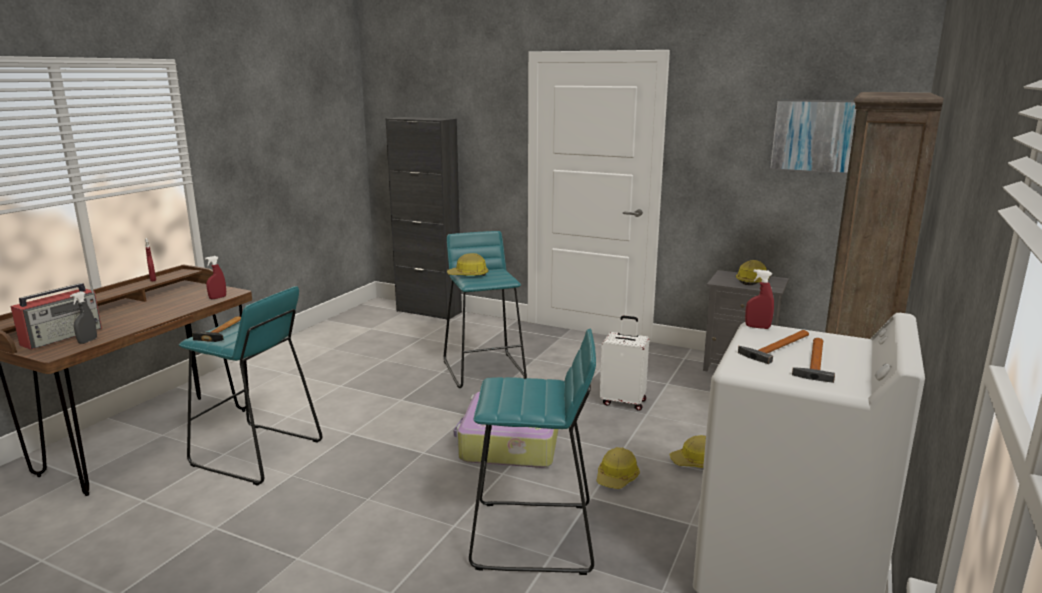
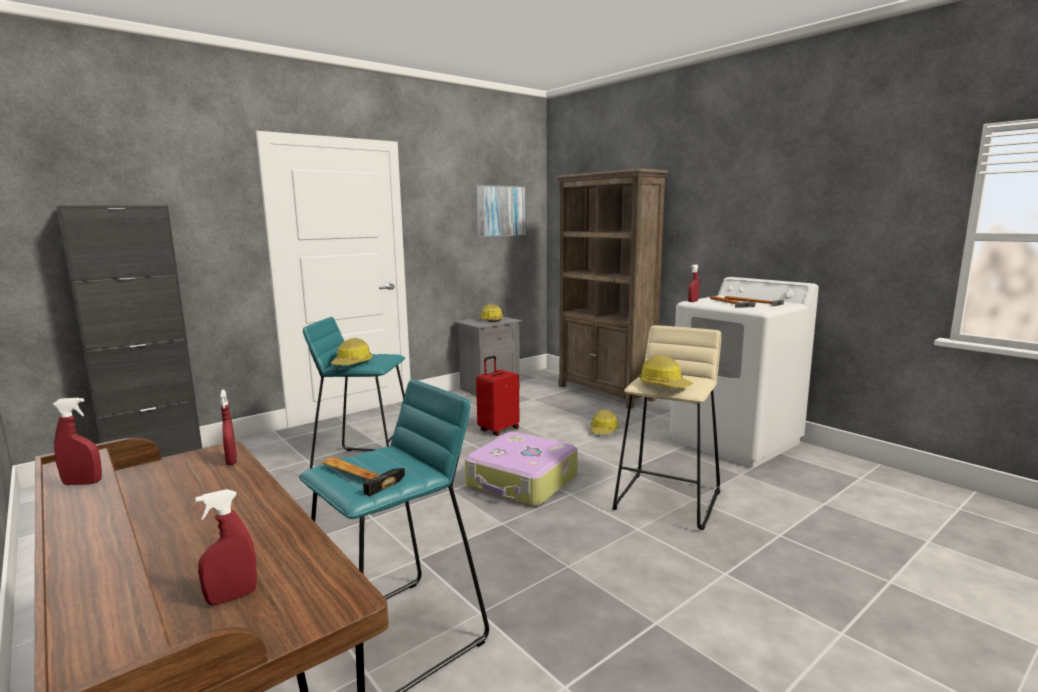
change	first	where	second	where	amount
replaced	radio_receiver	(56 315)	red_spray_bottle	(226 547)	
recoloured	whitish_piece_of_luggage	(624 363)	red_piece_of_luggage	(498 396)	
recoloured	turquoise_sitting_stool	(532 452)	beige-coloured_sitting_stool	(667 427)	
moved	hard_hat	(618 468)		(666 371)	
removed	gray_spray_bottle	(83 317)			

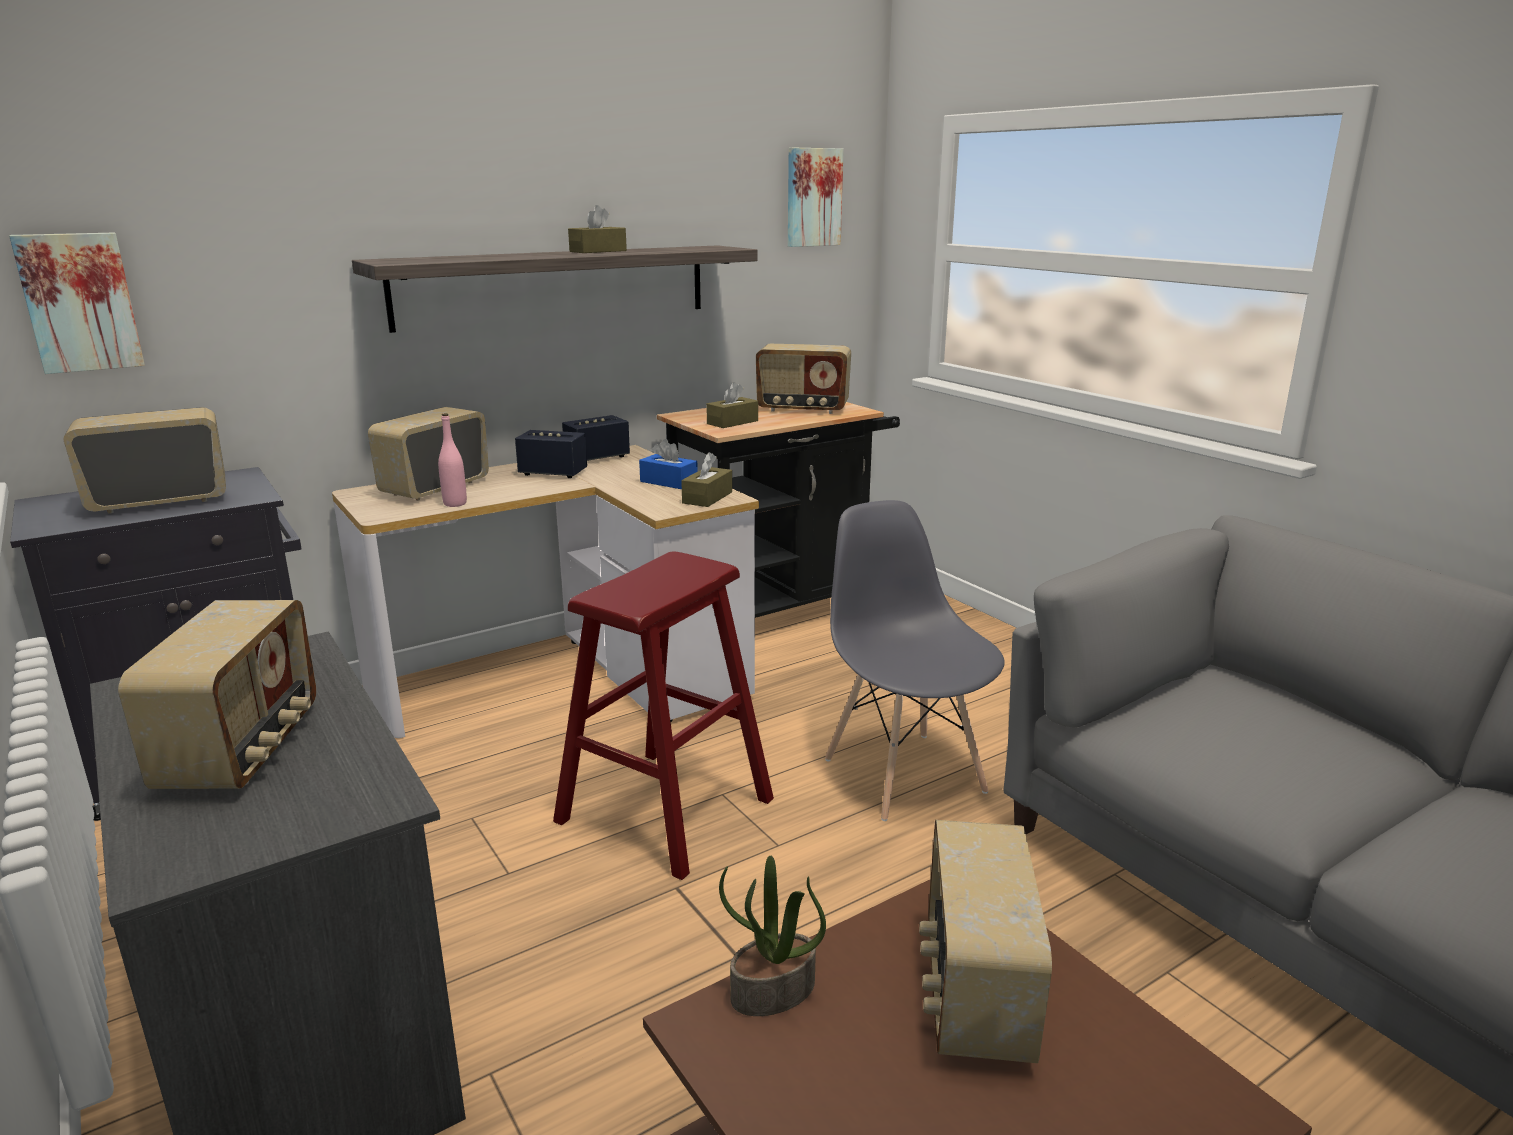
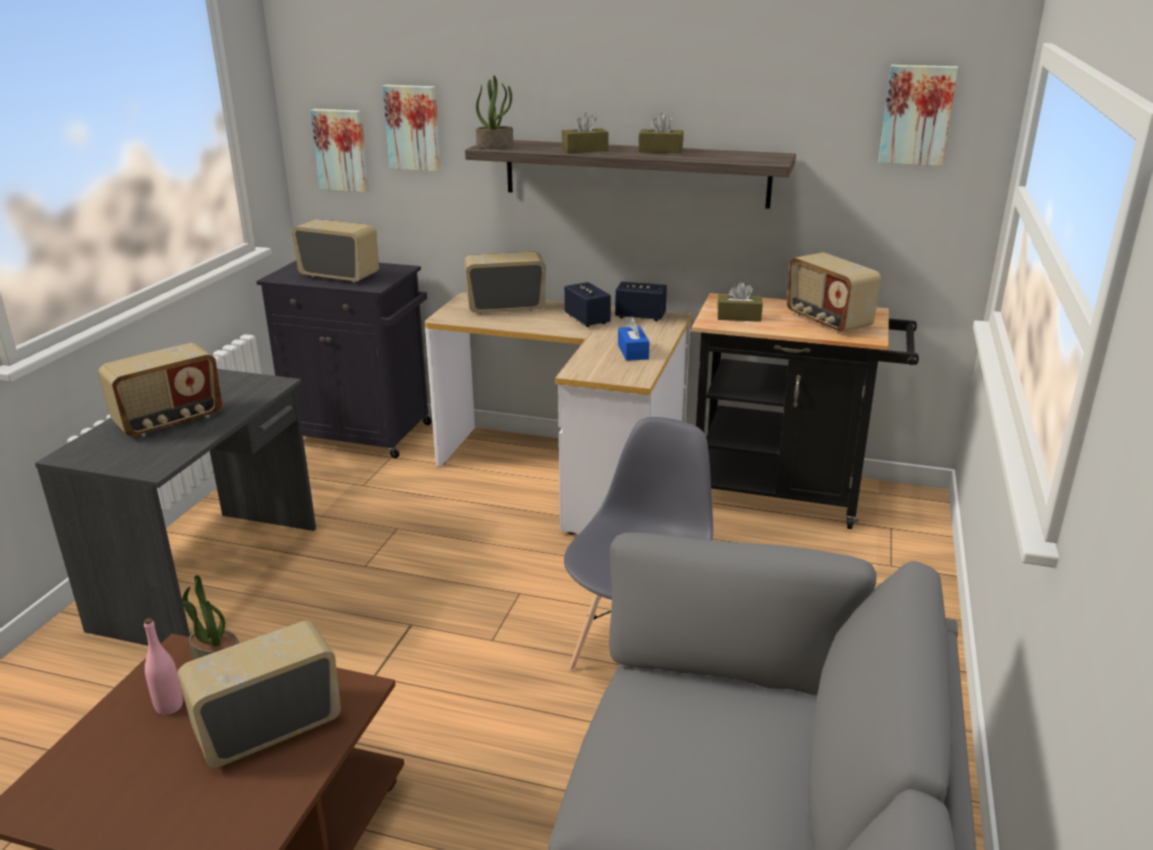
change	first	where	second	where	amount
moved	pink-coloured_drink_bottle	(452 460)		(163 666)	
added			wall_art	(411 128)	
added			plant_in_a_pot	(494 112)	
moved	brown_tissue_holder	(706 479)		(585 132)	
removed	red_sitting_stool	(663 716)			

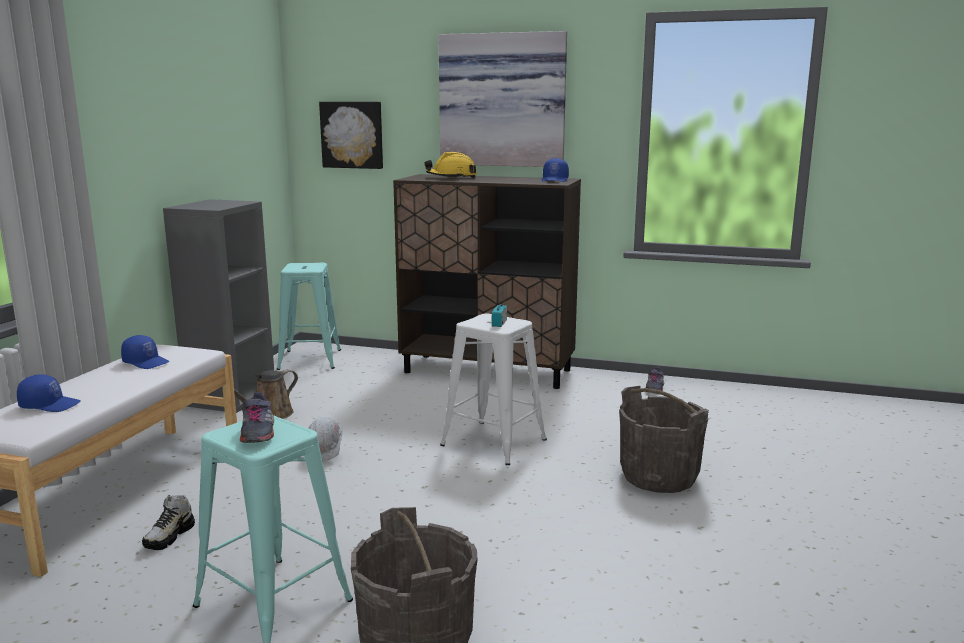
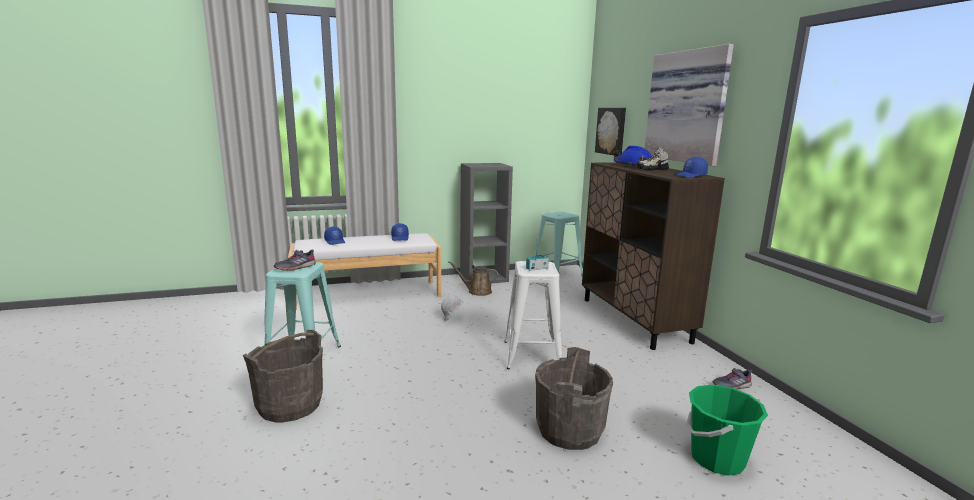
change	first	where	second	where	amount
recoloured	yellow_hard_hat	(451 165)	blue_hard_hat	(632 156)	
moved	item_of_footwear	(168 522)		(653 159)	
added			greenish_bucket	(727 430)	

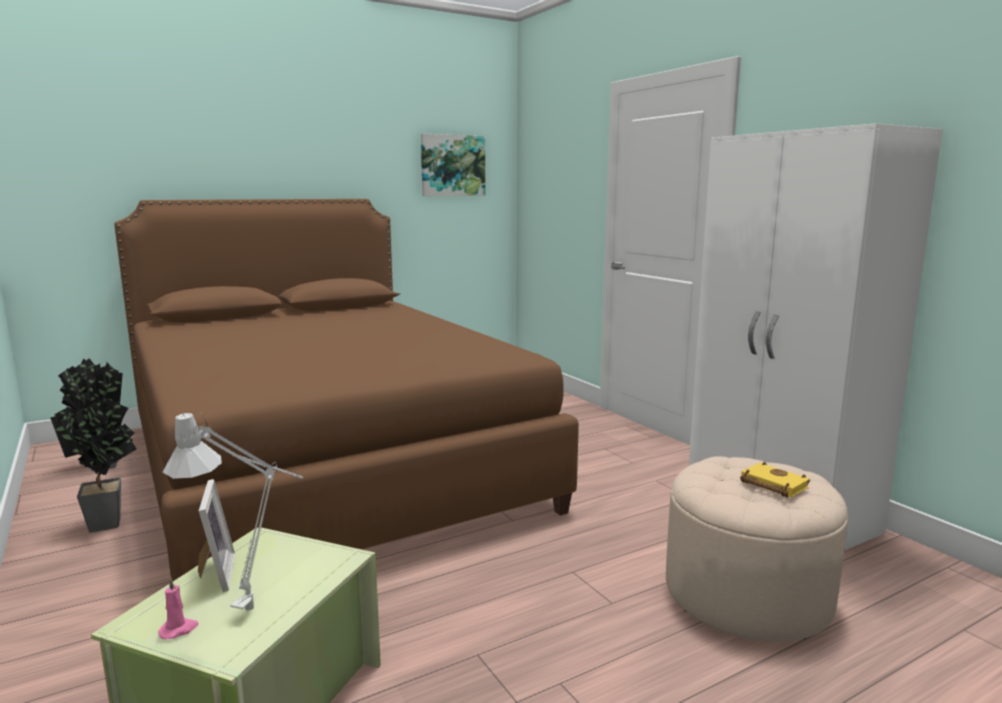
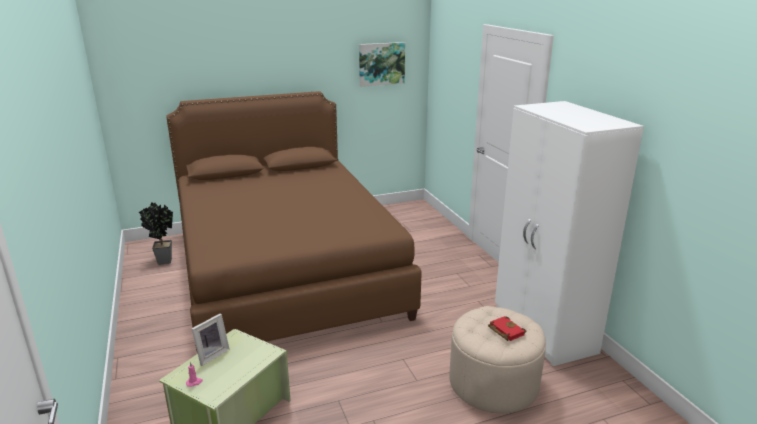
change	first	where	second	where	amount
turned	picture_frame	(216 535)		(211 339)	45 degrees clockwise
recoloured	yellow_volume	(775 480)	red_volume	(507 328)	
removed	plant_in_a_pot	(93 465)			
removed	gray_table_lamp	(233 512)			

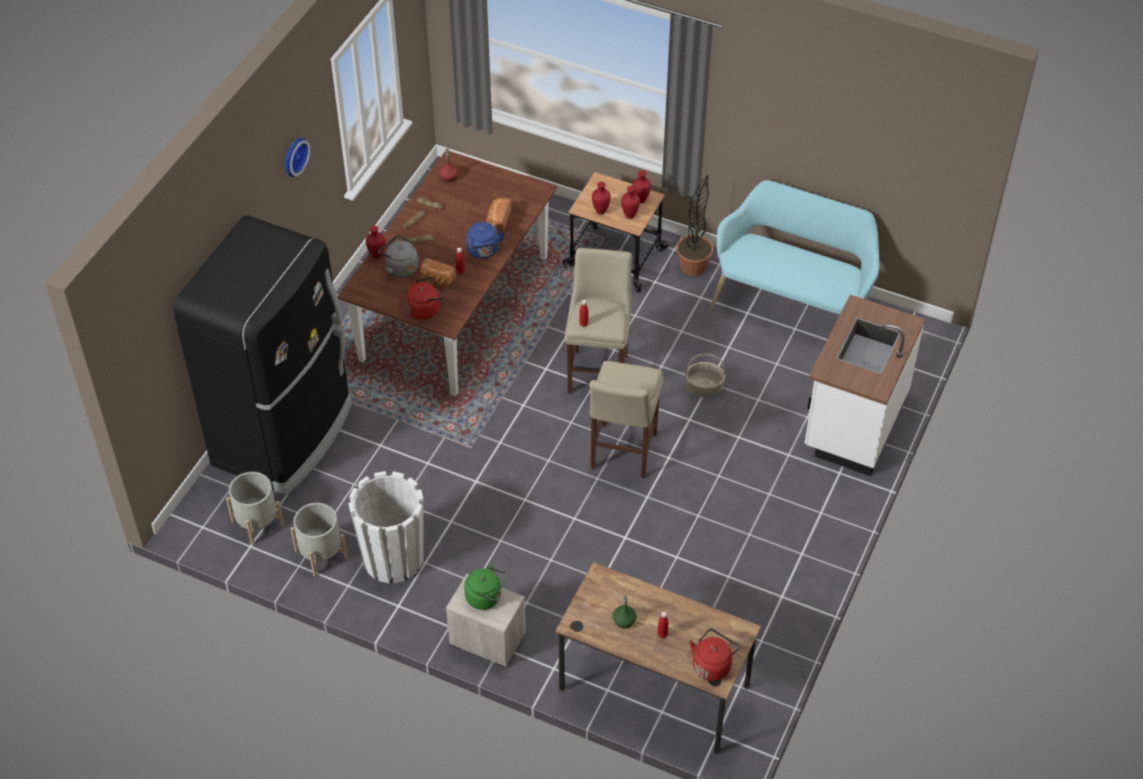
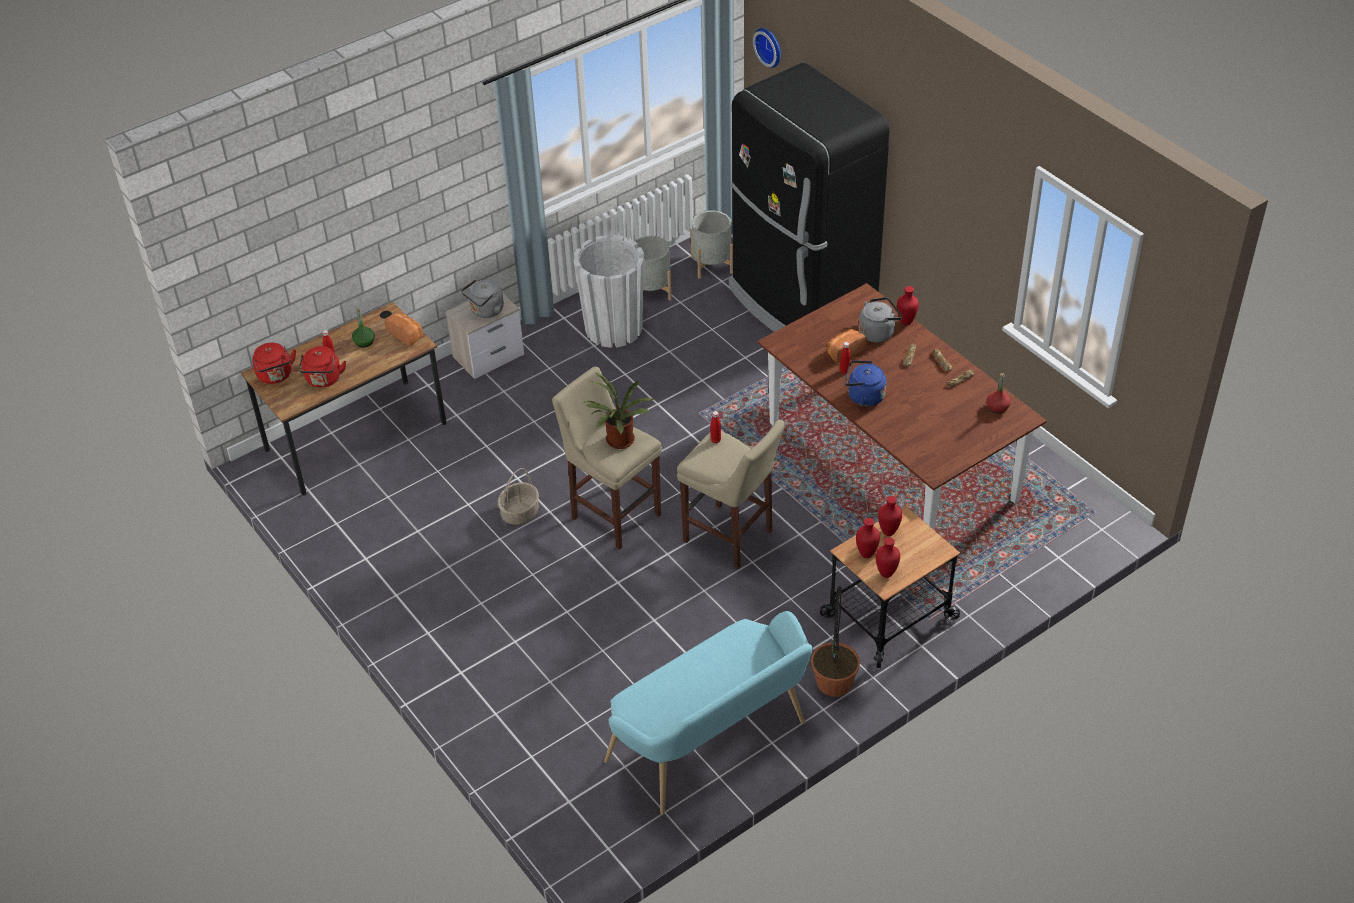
change	first	where	second	where	amount
moved	red_water_kettle	(425 298)		(322 367)	
moved	bakery_bread	(499 214)		(403 329)	
recoloured	greenish_water_kettle	(485 587)	gray_water_kettle	(482 299)	
moved	household_basket	(705 375)		(518 496)	
added			plant_in_a_pot	(618 411)	
moved	hanging_clock	(297 157)		(767 48)	
removed	whitish_kitchen_counter	(865 385)			

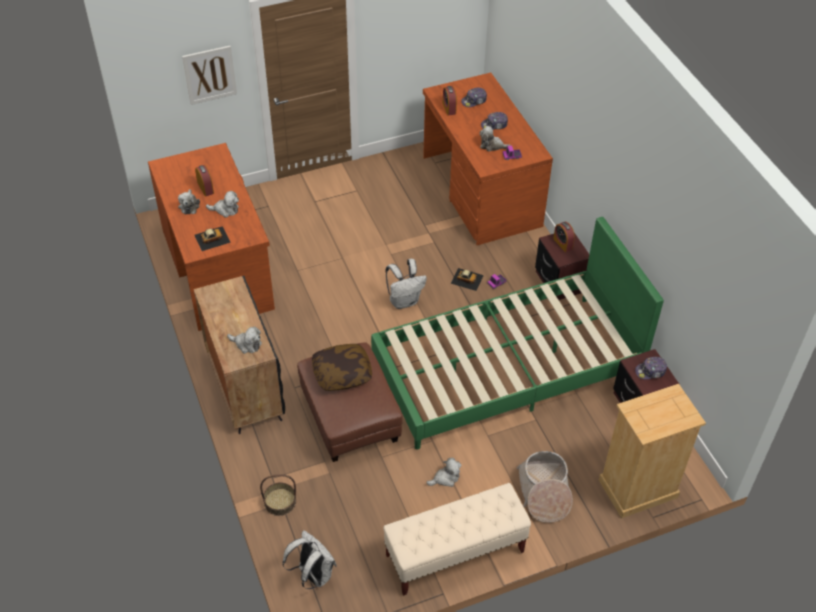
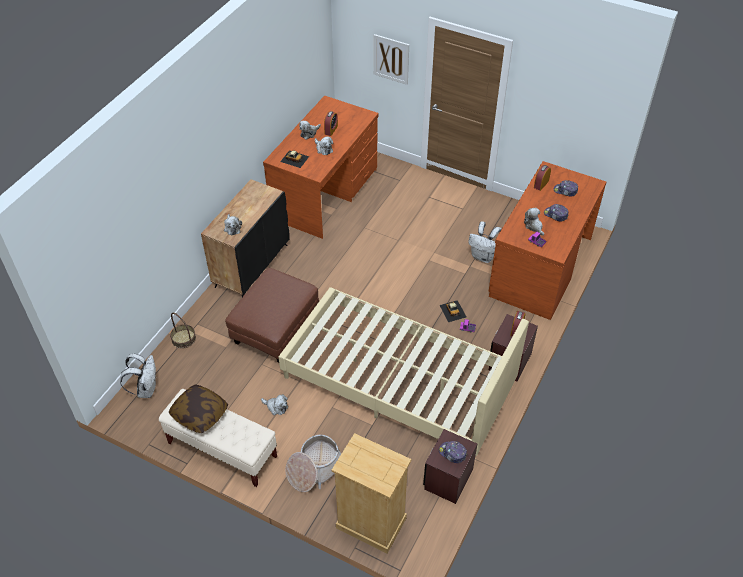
change	first	where	second	where	amount
moved	cushion	(342 367)		(198 408)	
recoloured	greenish_bedroom_bed	(517 333)	beige-coloured_bedroom_bed	(403 372)	
moved	whitish_knapsack	(406 284)		(485 242)	

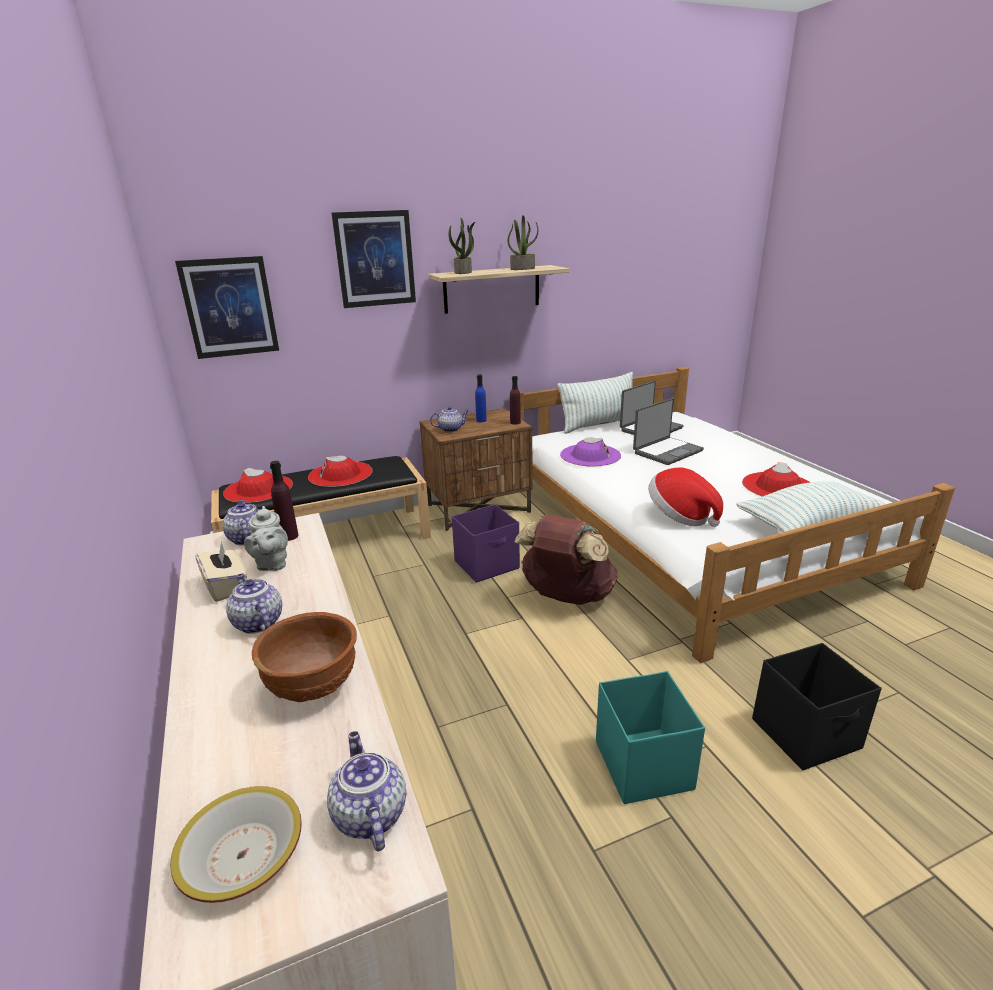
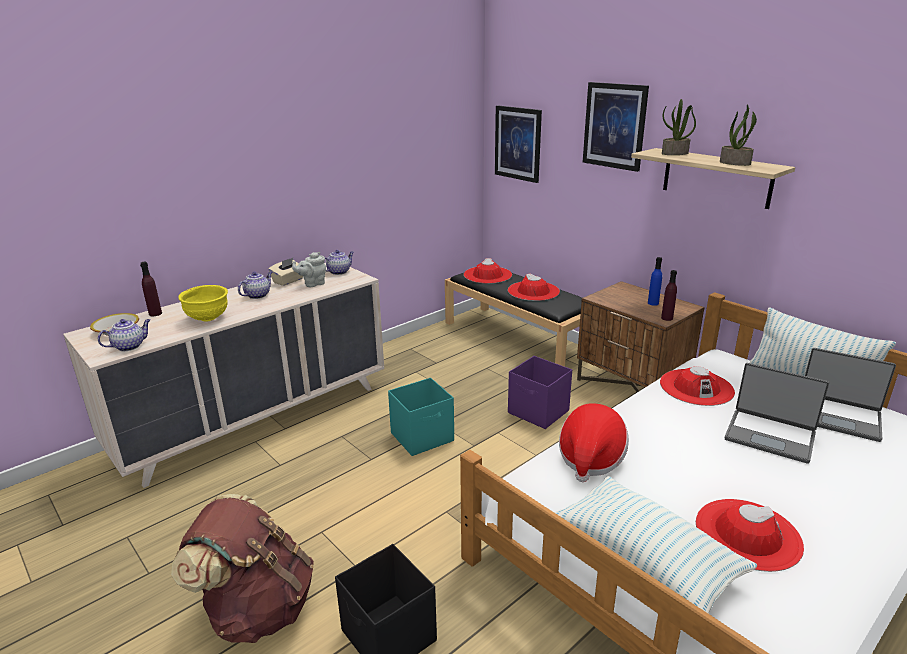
change	first	where	second	where	amount
moved	purplish_drink_bottle	(284 501)		(151 289)	
moved	brown_knapsack	(566 559)		(242 568)	
recoloured	brown_deep_dish	(304 657)	yellow_deep_dish	(203 303)	
moved	turquoise_storage_bin	(650 737)		(421 417)	
recoloured	purplish_hat	(590 452)	red_hat	(697 386)	
removed	teapot	(449 419)			

